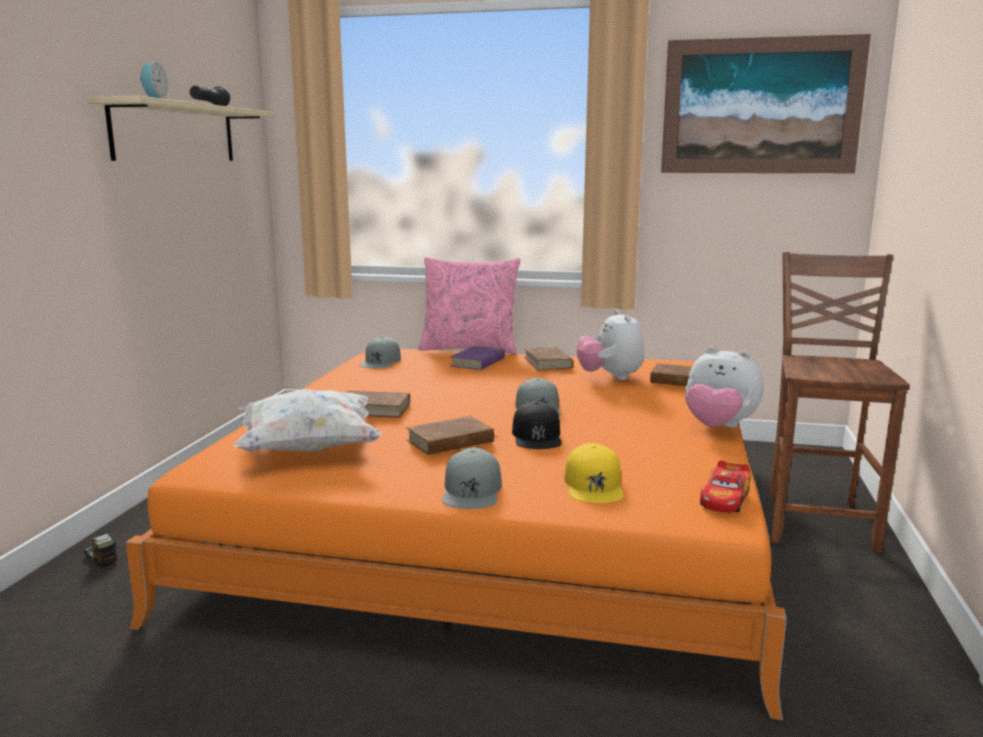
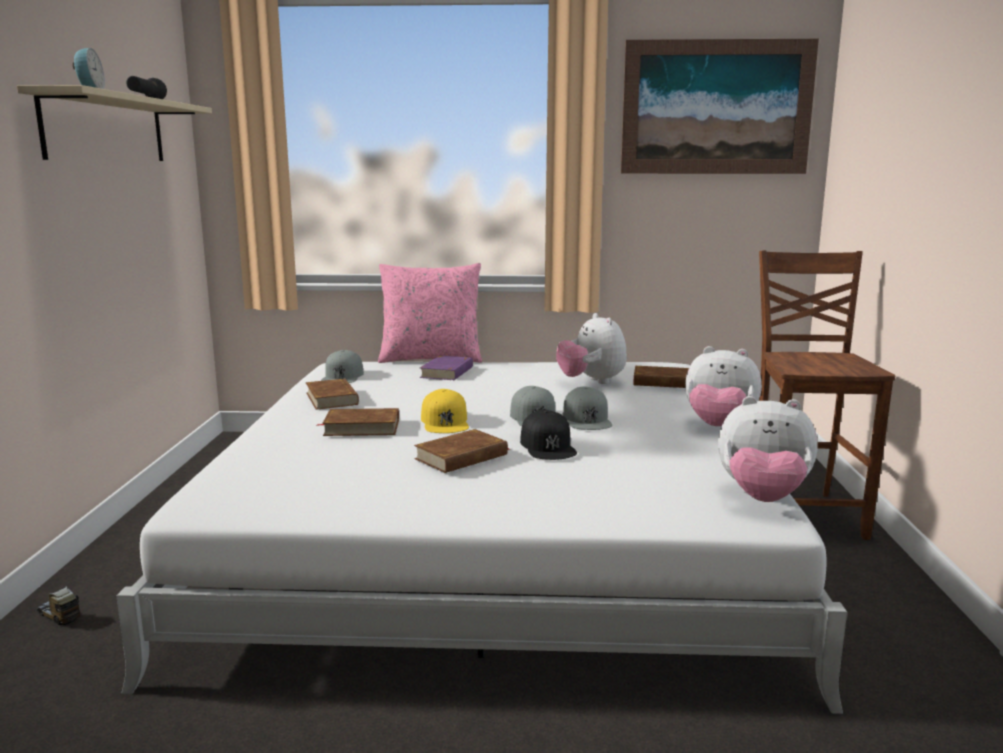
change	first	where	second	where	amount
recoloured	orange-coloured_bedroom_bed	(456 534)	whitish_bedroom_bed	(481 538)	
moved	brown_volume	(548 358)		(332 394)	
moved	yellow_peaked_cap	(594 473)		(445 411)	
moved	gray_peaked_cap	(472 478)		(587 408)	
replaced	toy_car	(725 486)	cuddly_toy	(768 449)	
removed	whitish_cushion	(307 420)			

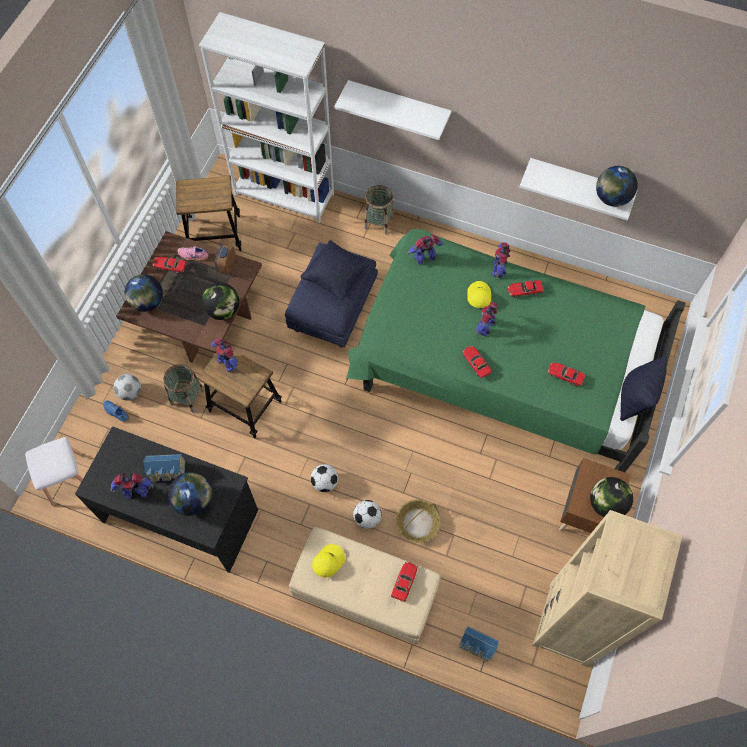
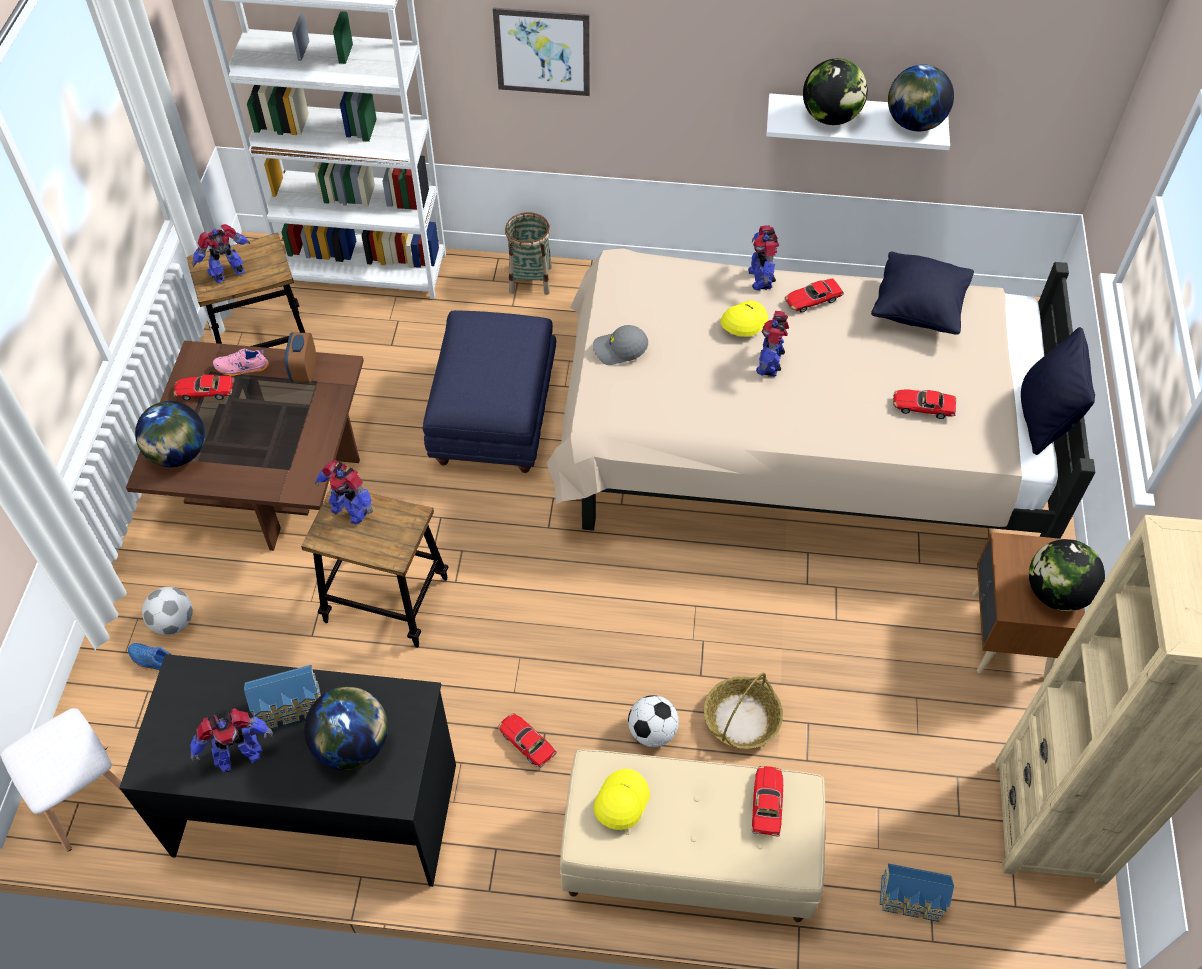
change	first	where	second	where	amount
moved	toy_robot	(426 249)		(221 253)	
replaced	whitish_shelf	(392 110)	wall_art	(541 52)	
moved	toy_car	(477 362)		(527 740)	
recoloured	greenish_bedroom_bed	(515 350)	beige-coloured_bedroom_bed	(820 393)	
added			gray_peaked_cap	(620 345)	
turned	yellow_peaked_cap	(479 294)		(744 319)	45 degrees clockwise
moved	desk_globe	(220 301)		(835 92)	
moved	blackish_cushion	(335 270)		(922 293)	
removed	household_basket	(184 388)			
removed	football	(324 478)			

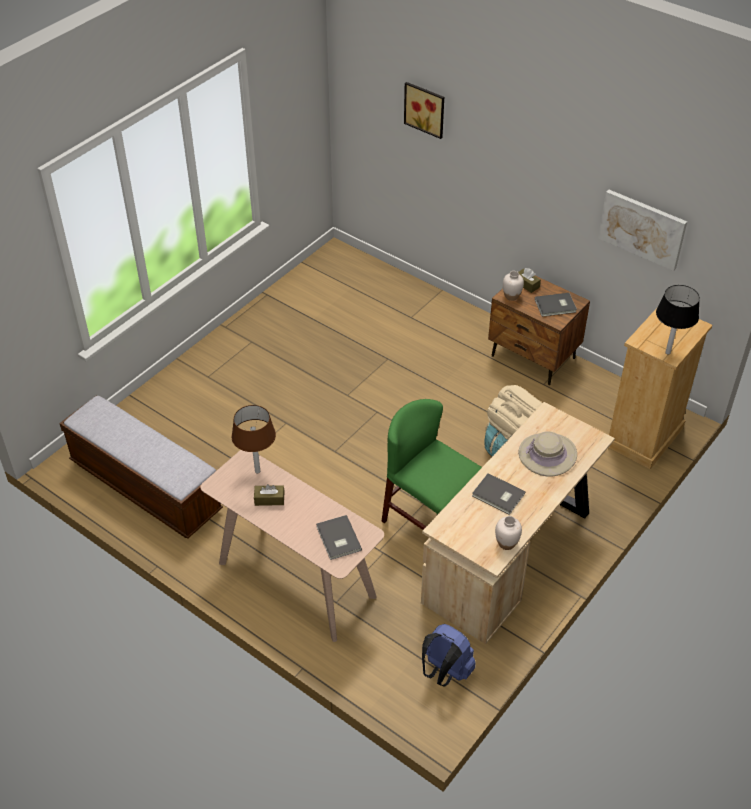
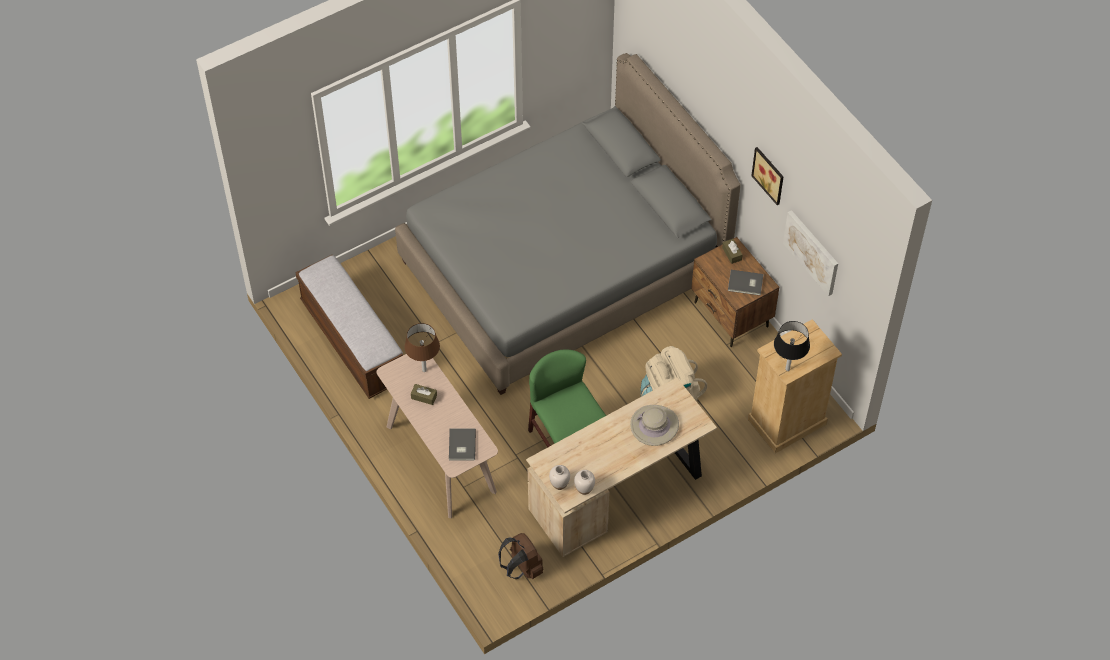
change	first	where	second	where	amount
added			gray_bedroom_bed	(568 224)	
recoloured	blue_knapsack	(449 655)	brown_knapsack	(520 556)	
moved	whitish_decorative_vase	(513 286)		(559 477)	
moved	wall_art	(424 110)		(767 176)	
removed	gray_volume	(498 494)			

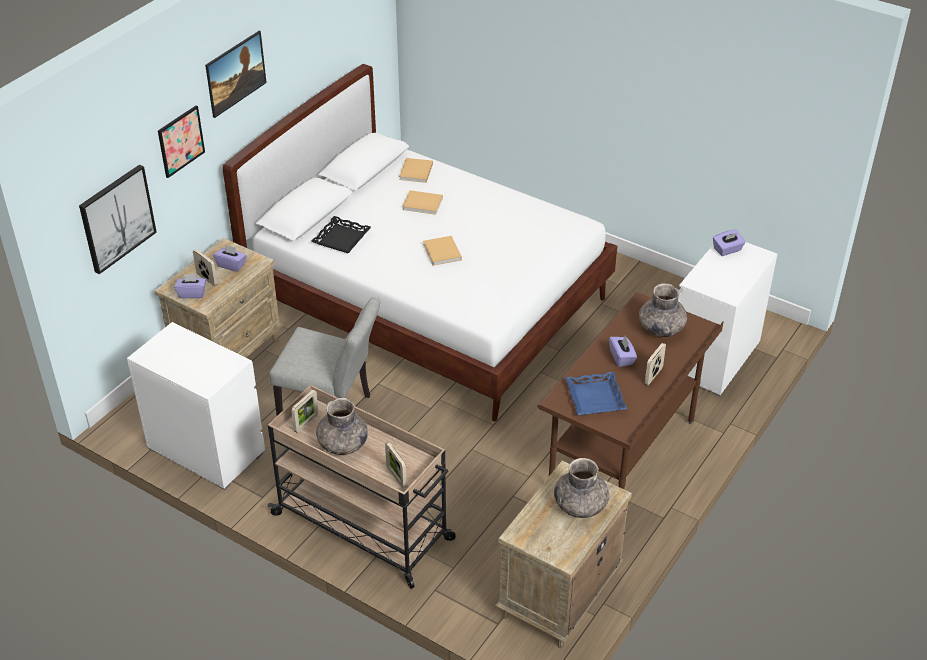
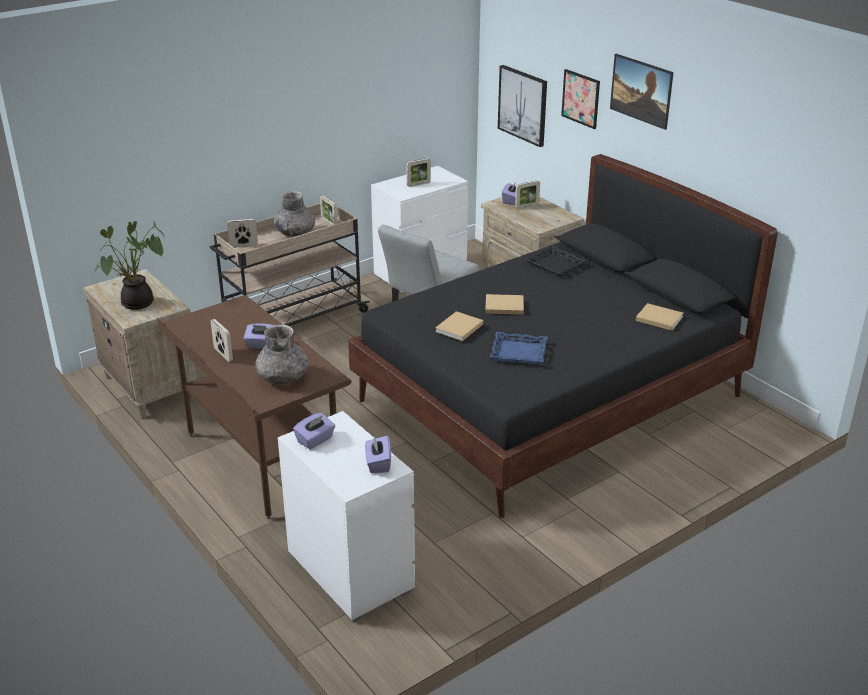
change	first	where	second	where	amount
replaced	gray_decorative_vase	(581 488)	plant_in_a_pot	(129 265)	
moved	purplish_tissue_holder	(230 258)		(314 430)	
recoloured	whitish_bedroom_bed	(420 243)	blackish_bedroom_bed	(563 336)	
added			picture_frame	(418 172)	
moved	beige-coloured_volume	(422 202)		(459 326)	
moved	blue_serving_tray	(596 393)		(519 348)	

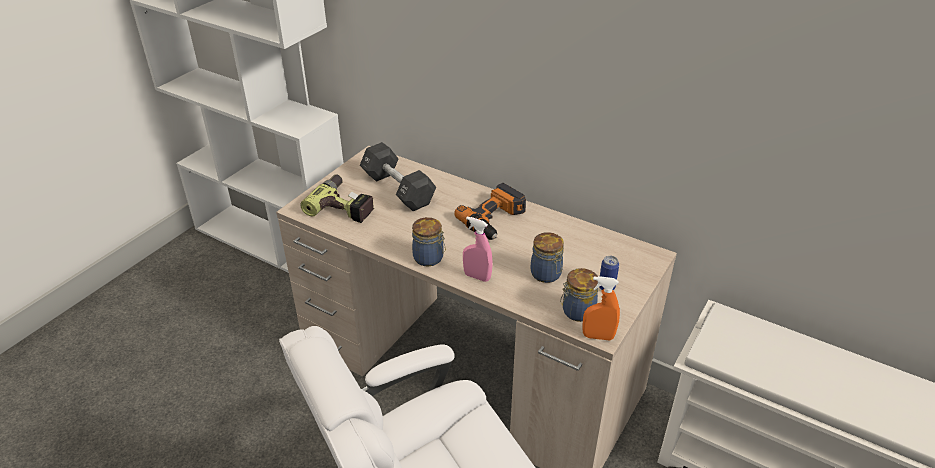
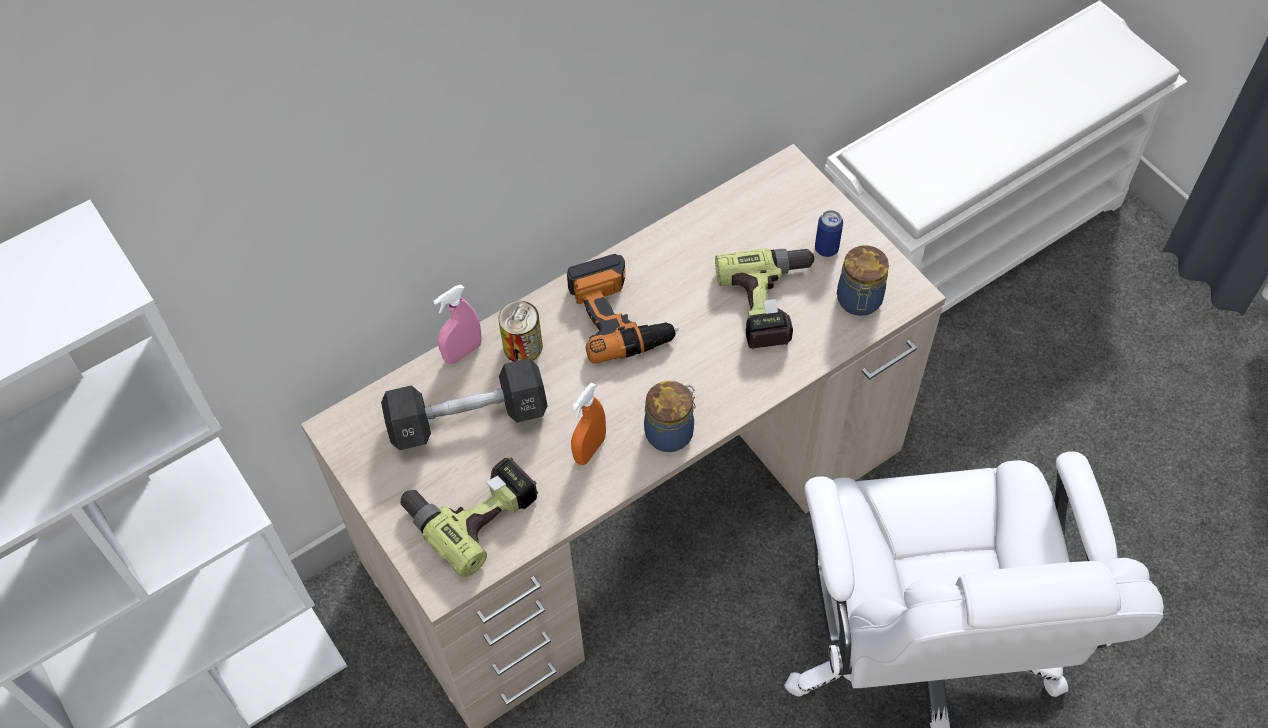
change	first	where	second	where	amount
moved	pink-coloured_spray_bottle	(478 249)		(457 324)	
added			sealed_can	(520 331)	
moved	orange-coloured_spray_bottle	(601 308)		(588 423)	
replaced	preserve_jar	(547 257)	electric_drill	(765 298)	

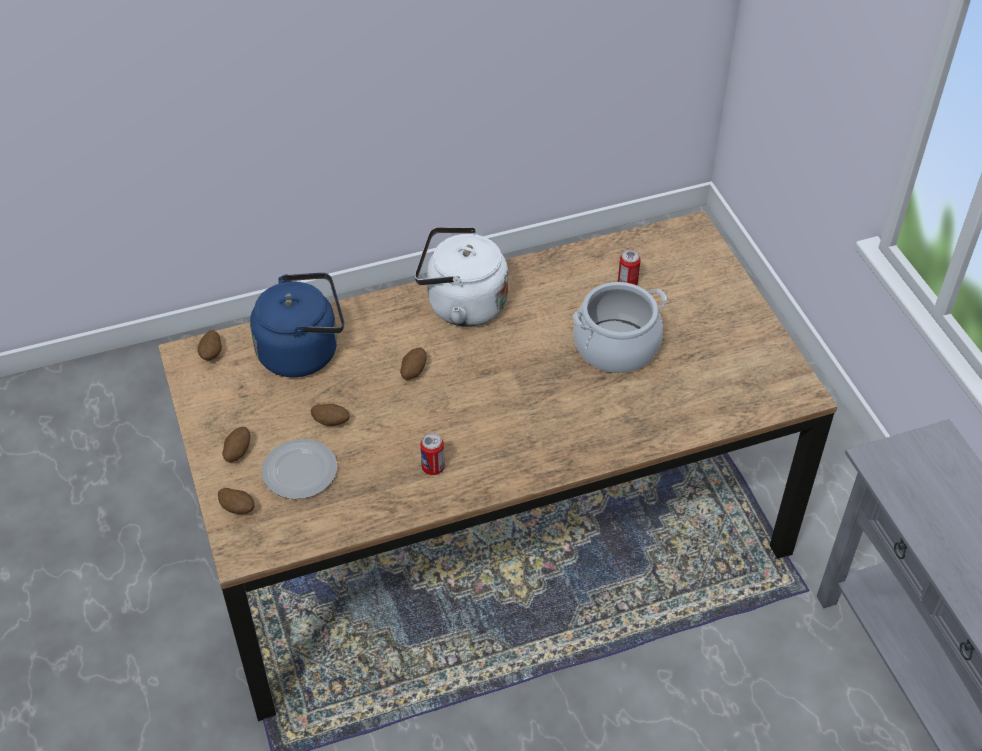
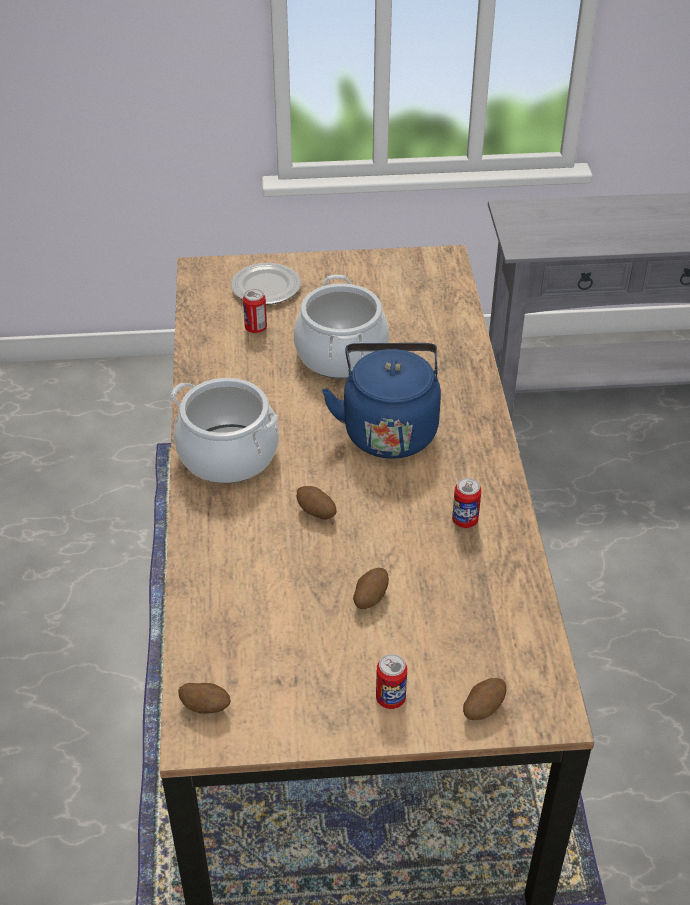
change	first	where	second	where	amount
replaced	whitish_water_kettle	(461 277)	cooking_pot	(225 430)	
moved	dinner_plate	(299 469)		(266 284)	
moved	blue_water_kettle	(297 325)		(381 401)	
replaced	whole_potato	(236 444)	sealed_can	(391 681)	

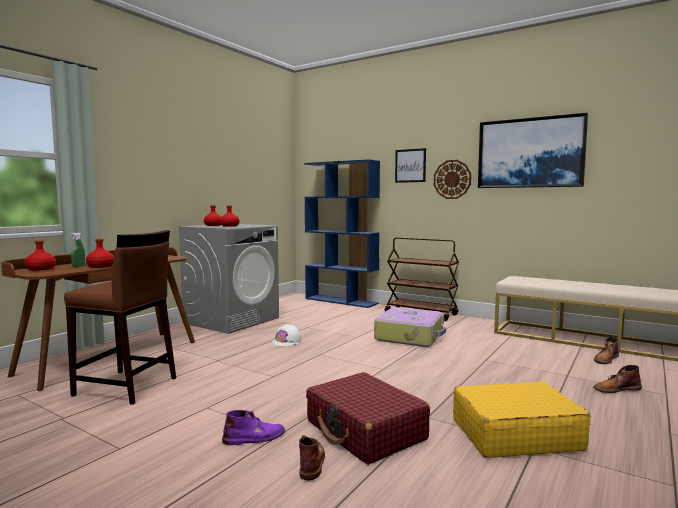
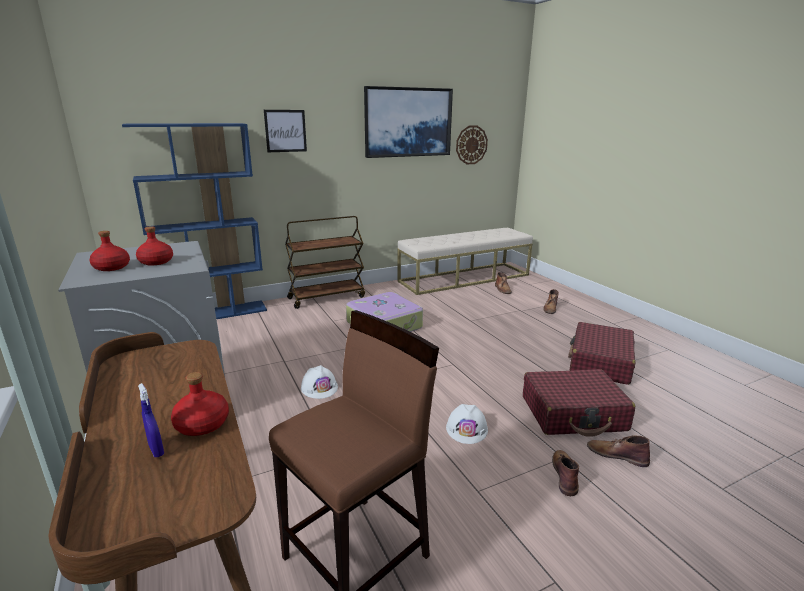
change	first	where	second	where	amount
recoloured	greenish_spray_bottle	(78 249)	blue_spray_bottle	(151 420)	
added			whitish_hard_hat	(467 424)	
moved	hanging_clock	(452 179)		(472 145)	
recoloured	purplish_tall_boot	(253 427)	brown_tall_boot	(565 473)	
recoloured	yellow_piece_of_luggage	(522 420)	red_piece_of_luggage	(601 353)	
removed	red_drink_bottle	(40 255)			

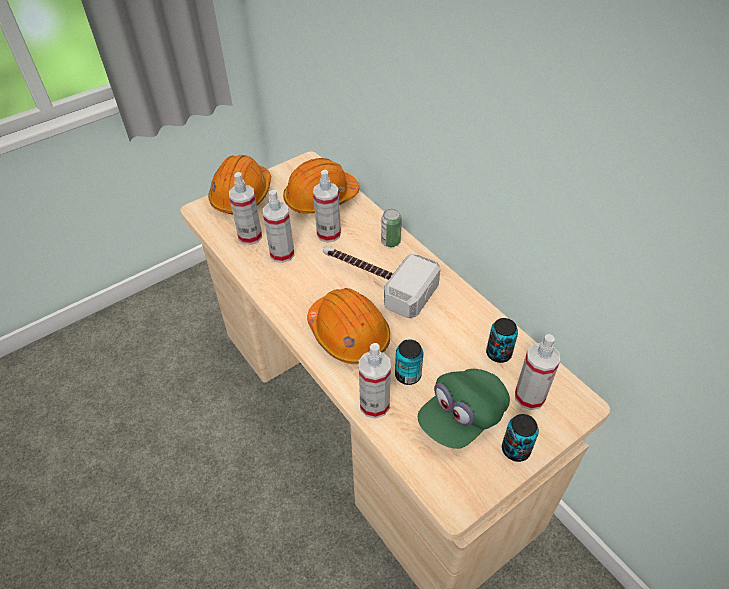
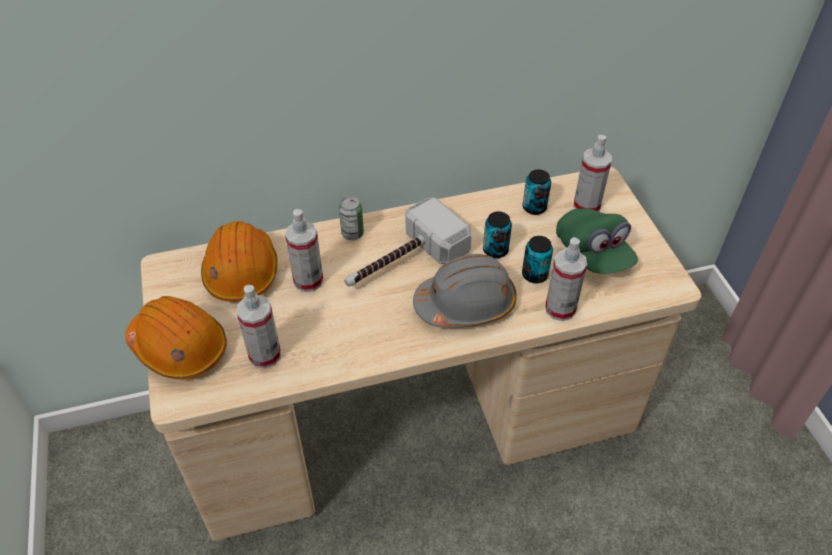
change	first	where	second	where	amount
recoloured	orange-coloured_hard_hat	(348 326)	gray_hard_hat	(465 291)	
moved	sealed_can	(520 438)		(497 234)	
removed	spray_bottle	(278 226)			

